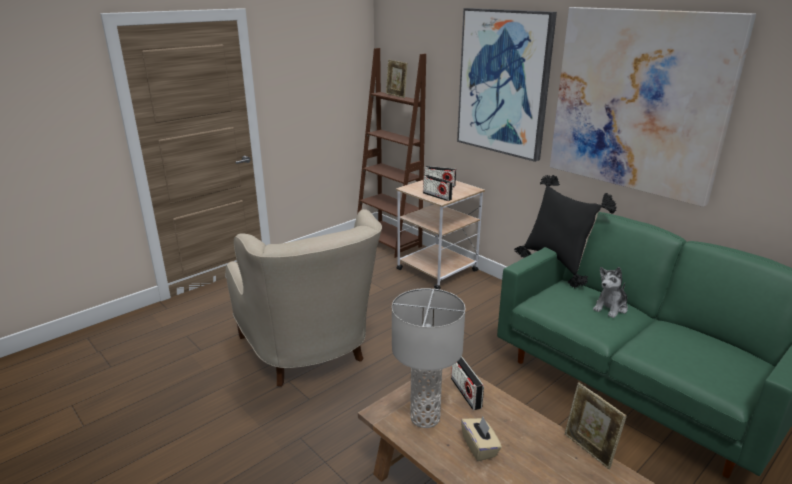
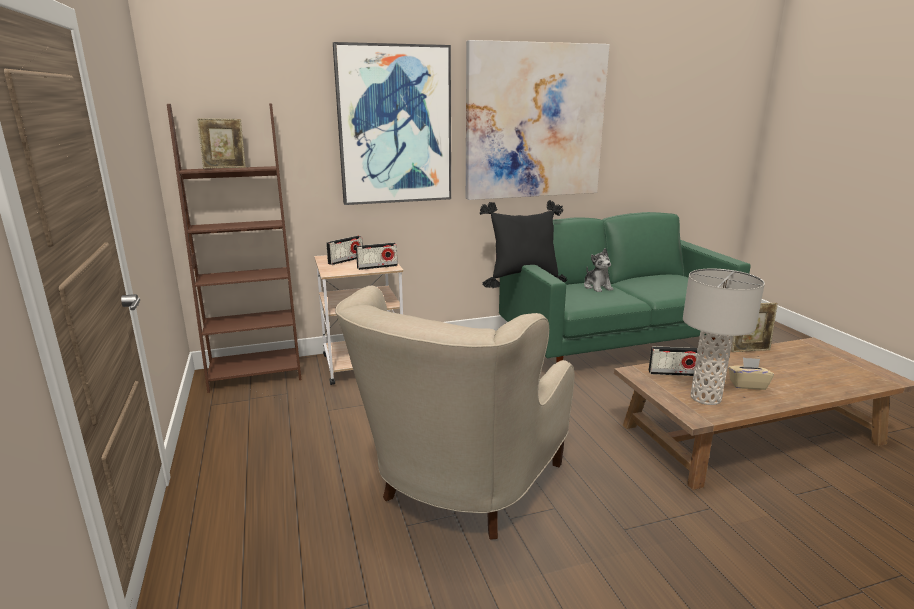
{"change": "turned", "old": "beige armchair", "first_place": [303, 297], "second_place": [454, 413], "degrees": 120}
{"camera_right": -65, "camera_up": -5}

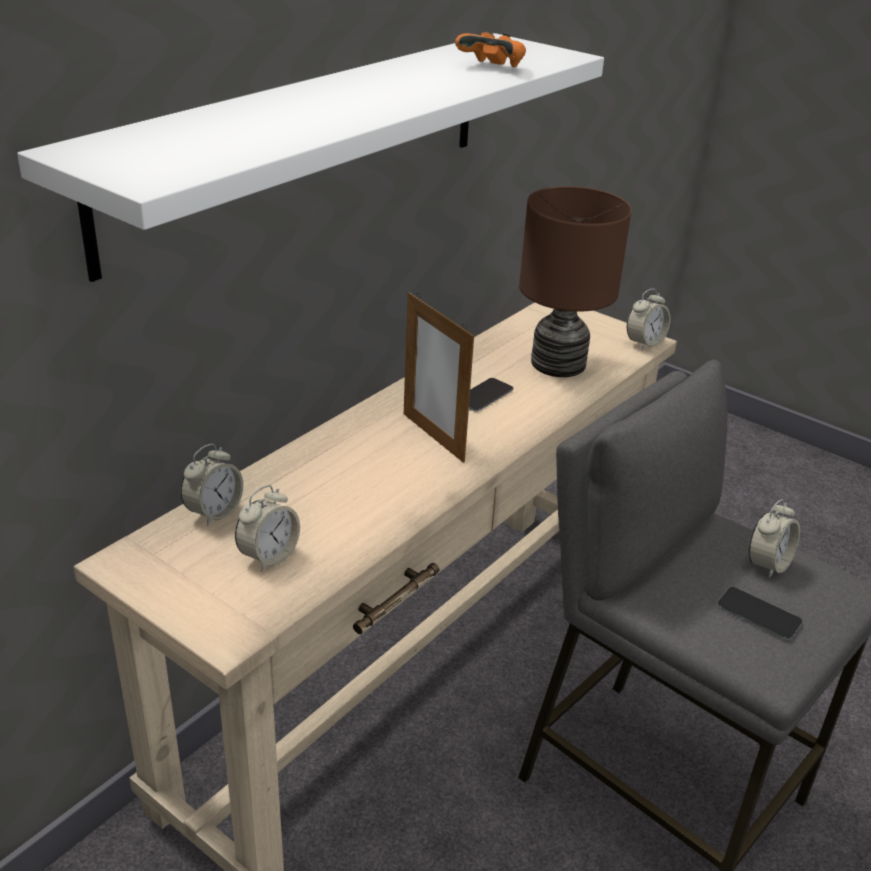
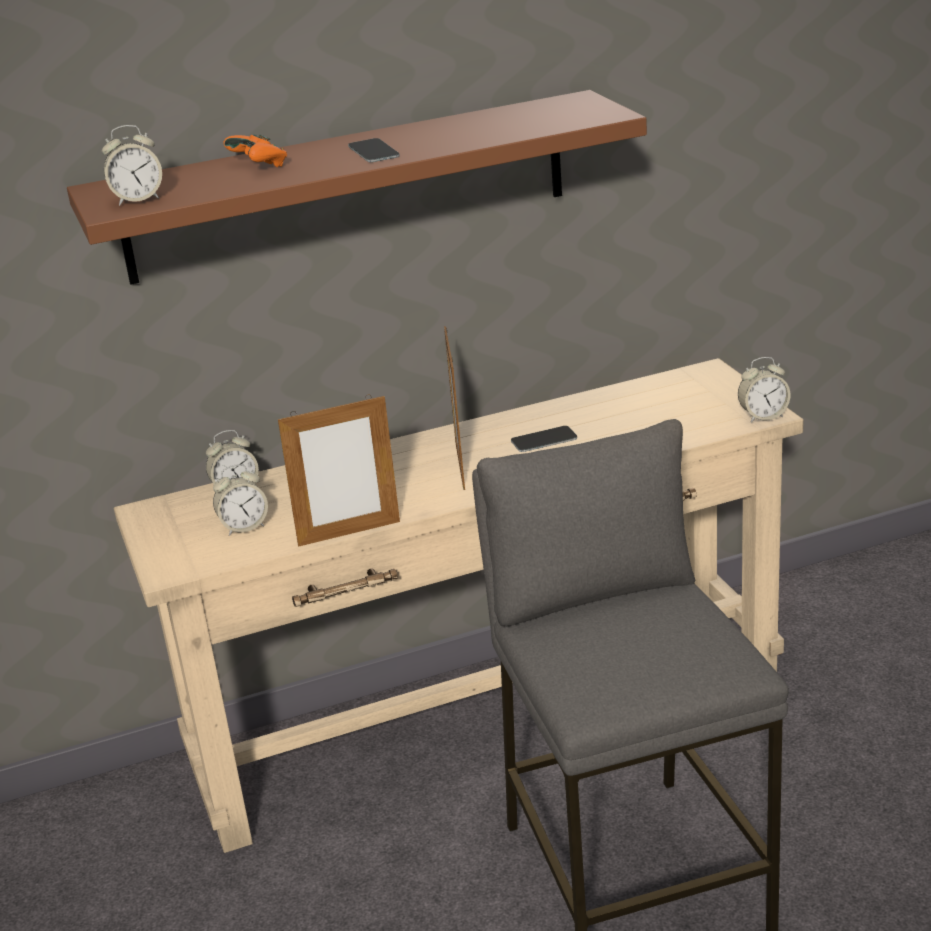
{"change": "removed", "old": "brown-coloured lamp for a table", "first_place": [575, 281]}
{"change": "added", "new": "standing frame", "second_place": [339, 470]}
{"change": "moved", "old": "orange game controller", "first_place": [490, 49], "second_place": [255, 150]}
{"change": "moved", "old": "phone", "first_place": [759, 613], "second_place": [374, 150]}
{"change": "moved", "old": "bedside clock", "first_place": [774, 538], "second_place": [132, 165]}
{"change": "recoloured", "old": "white shelf", "new": "brown-coloured shelf", "first_place": [310, 157], "second_place": [357, 187]}
{"camera_right": 35, "camera_up": -5}

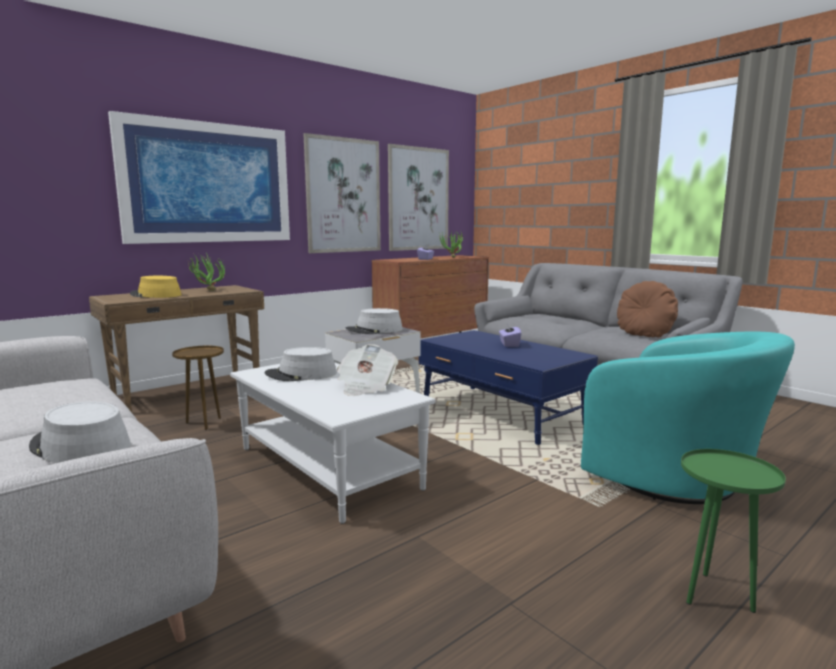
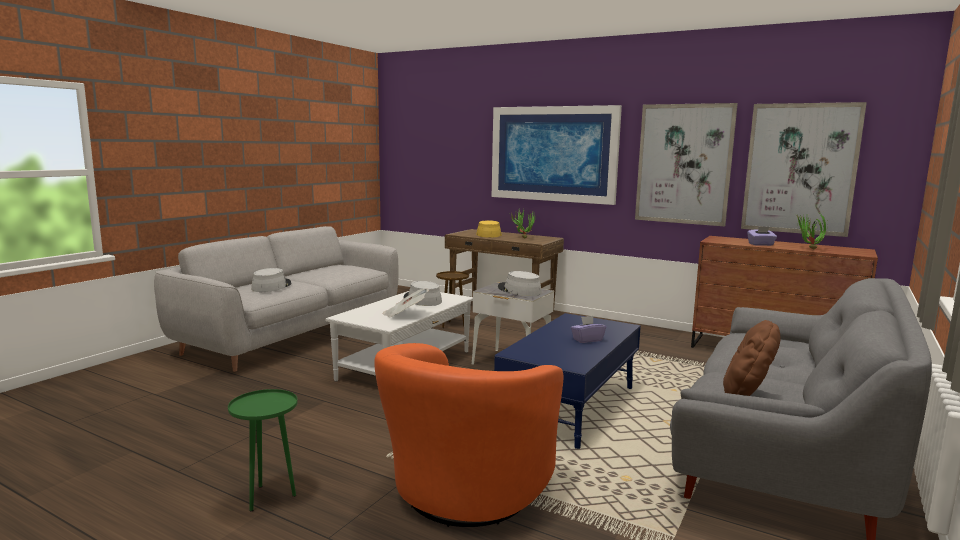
{"change": "recoloured", "old": "turquoise armchair", "new": "orange armchair", "first_place": [688, 418], "second_place": [468, 435]}
{"camera_right": 70, "camera_up": 0}

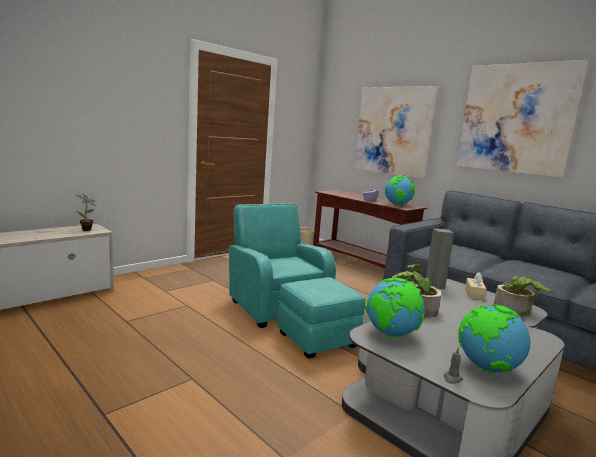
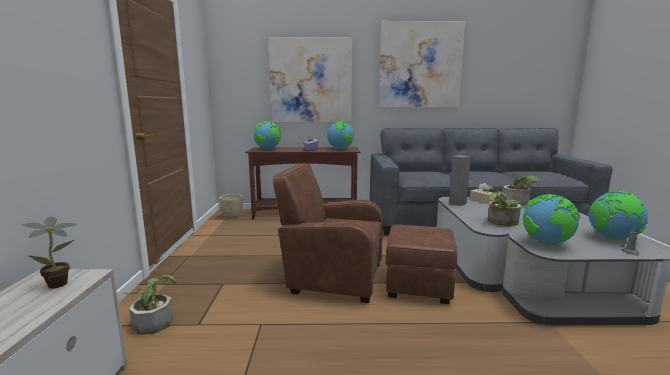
{"change": "added", "new": "plant in a pot", "second_place": [150, 305]}
{"change": "added", "new": "desk globe", "second_place": [267, 135]}
{"change": "recoloured", "old": "turquoise armchair", "new": "brown-coloured armchair", "first_place": [297, 281], "second_place": [365, 233]}
{"camera_right": -45, "camera_up": 0}

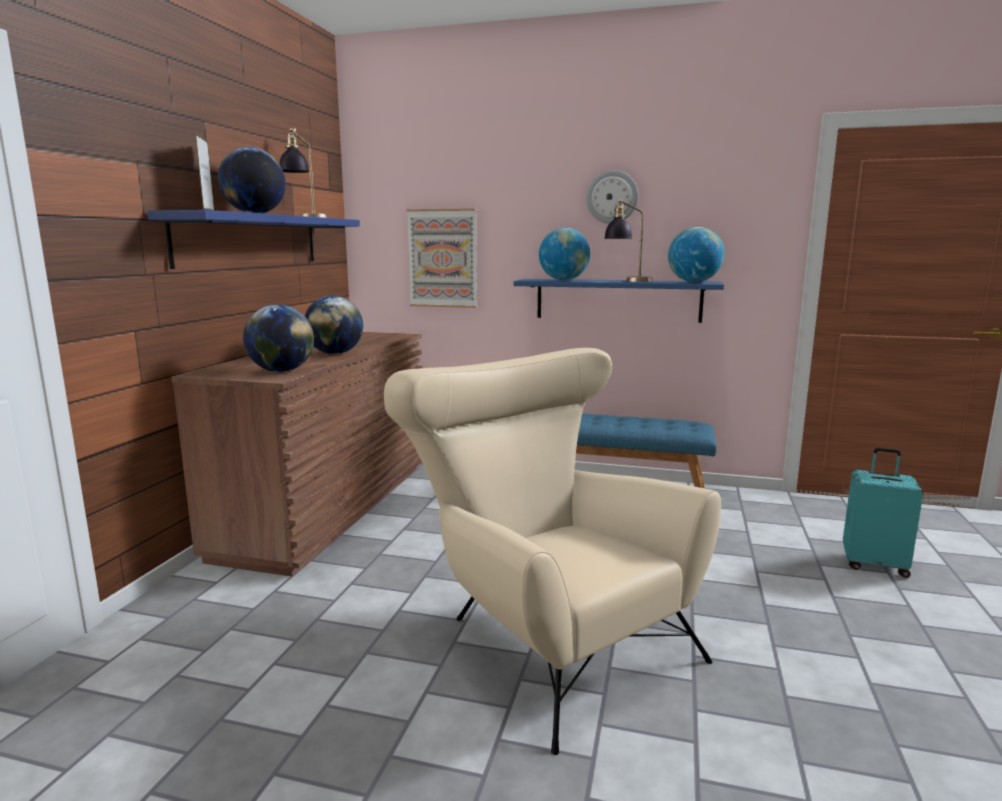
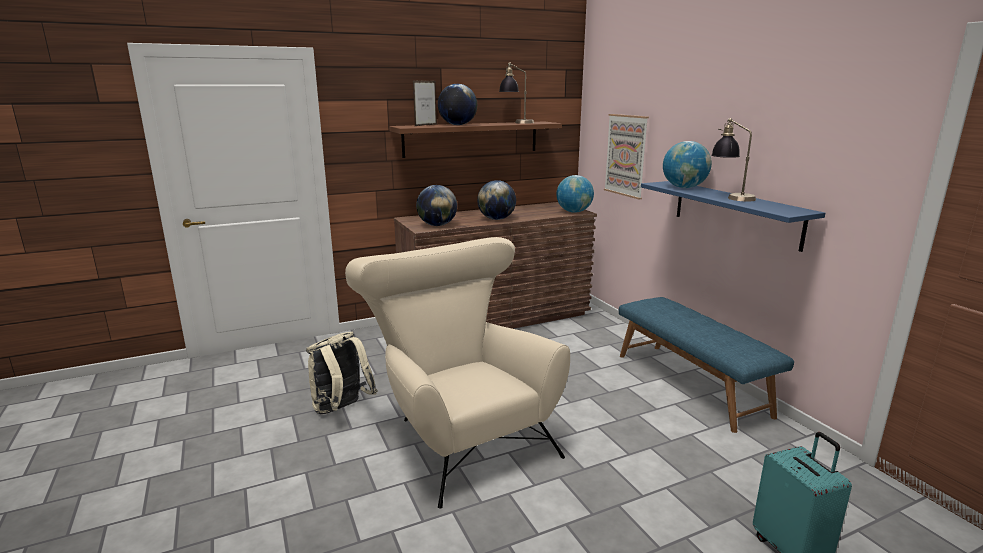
{"change": "removed", "old": "wall clock", "first_place": [612, 197]}
{"change": "added", "new": "beige rucksack", "second_place": [341, 373]}
{"change": "moved", "old": "desk globe", "first_place": [696, 254], "second_place": [575, 194]}
{"change": "recoloured", "old": "blue-coloured shelf", "new": "brown-coloured shelf", "first_place": [253, 239], "second_place": [475, 139]}
{"change": "turned", "old": "beige armchair", "first_place": [552, 551], "second_place": [457, 372], "degrees": -45}
{"camera_right": 50, "camera_up": 5}

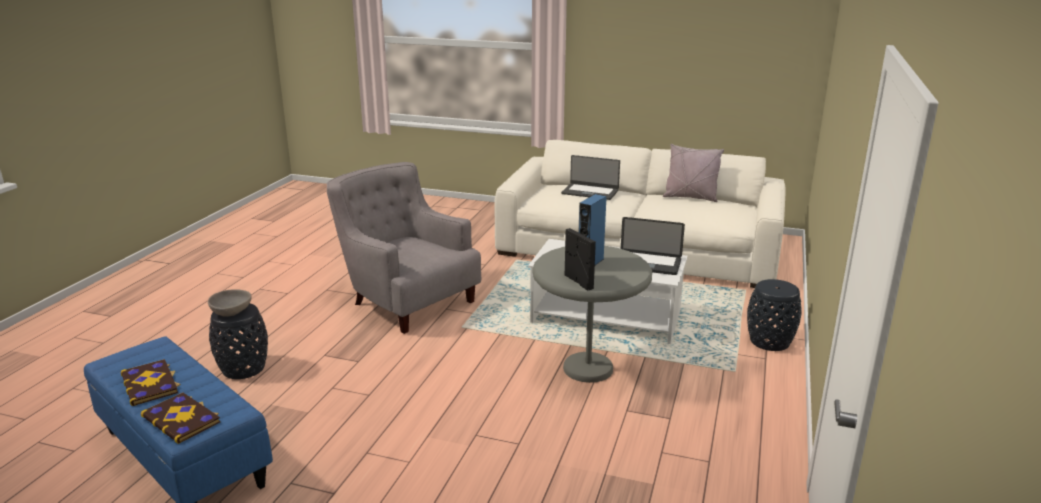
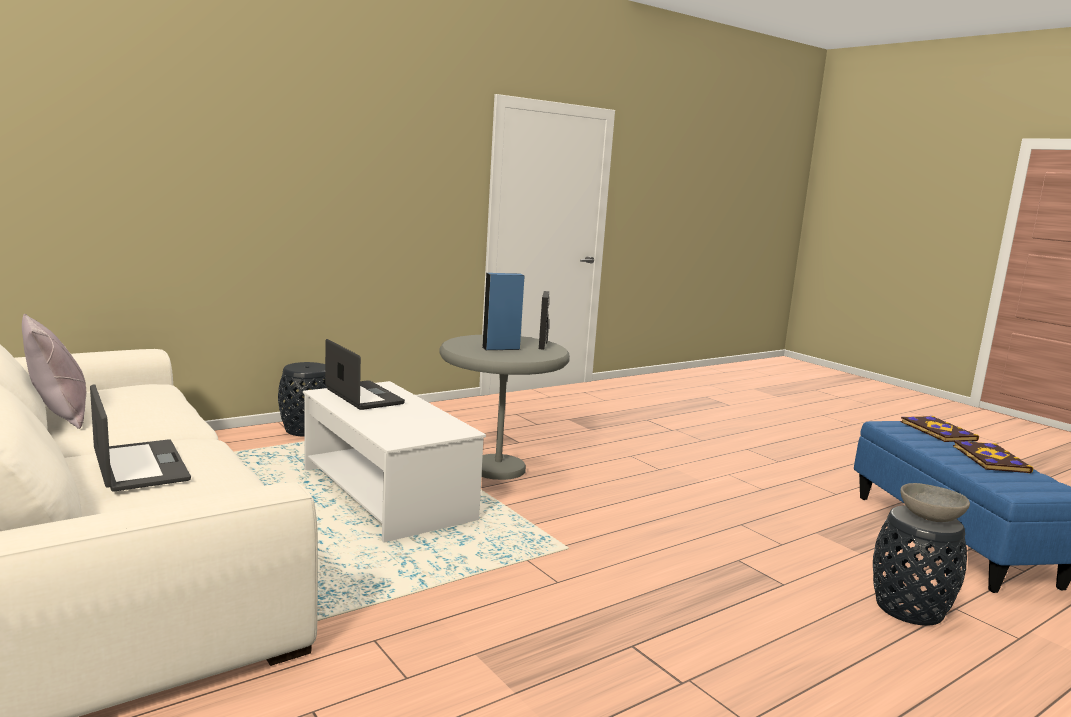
{"change": "removed", "old": "gray armchair", "first_place": [404, 248]}
{"camera_right": -145, "camera_up": -10}

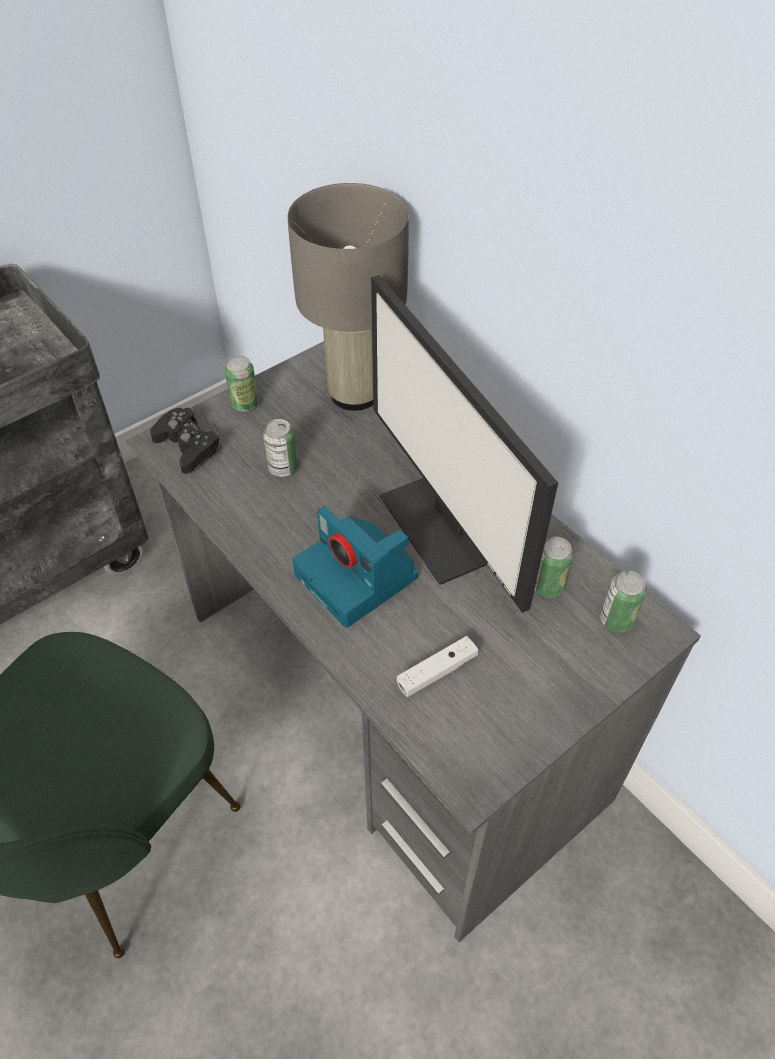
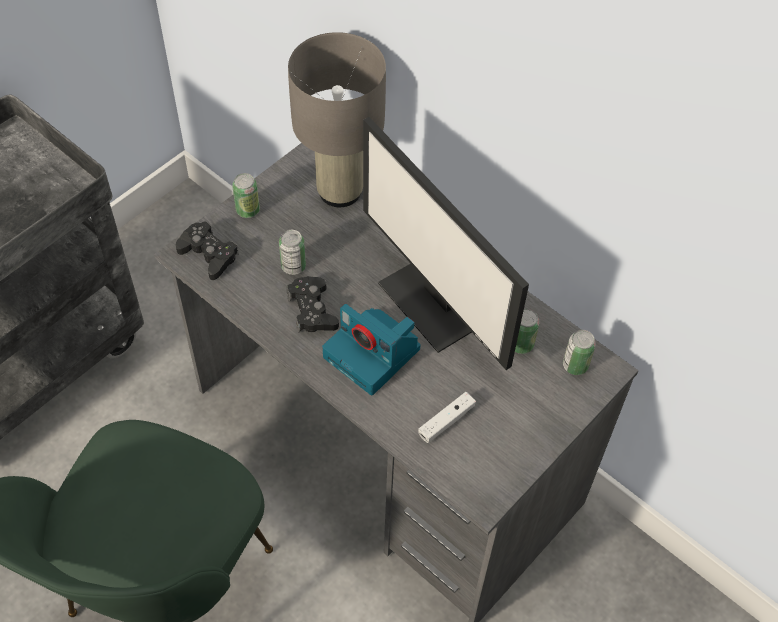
{"change": "added", "new": "blackish game controller", "second_place": [313, 304]}
{"camera_right": -10, "camera_up": 5}

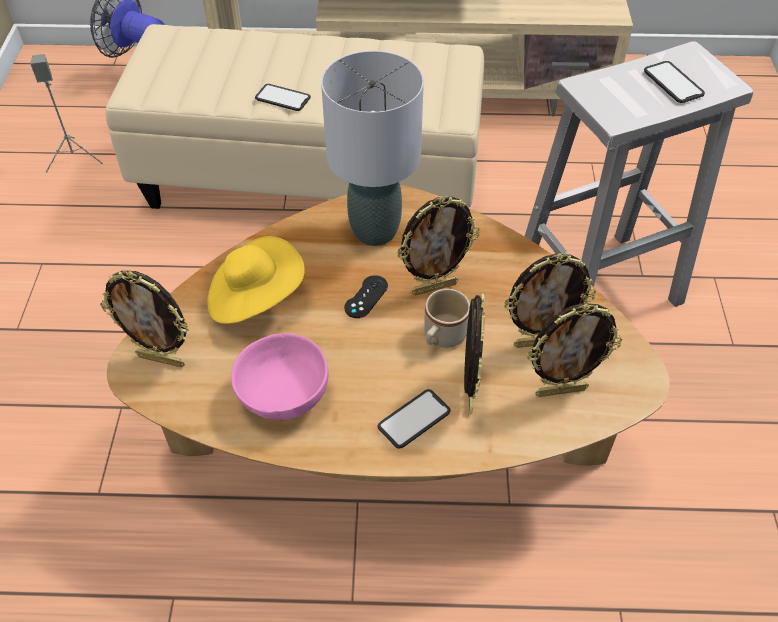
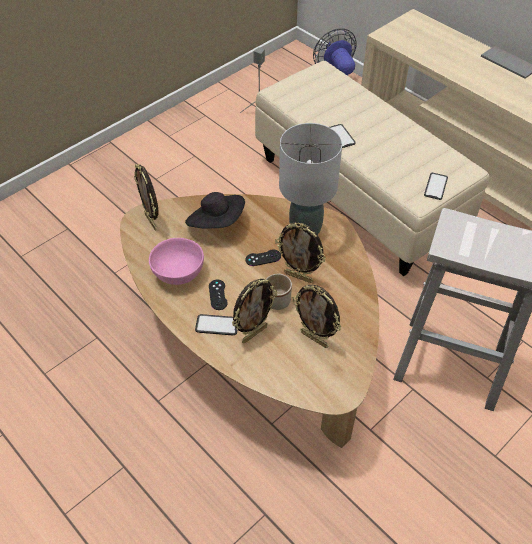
{"change": "removed", "old": "standing frame", "first_place": [574, 350]}
{"change": "added", "new": "blackish game controller", "second_place": [218, 295]}
{"change": "moved", "old": "phone", "first_place": [674, 82], "second_place": [436, 186]}
{"change": "recoloured", "old": "yellow clothing hat", "new": "blackish clothing hat", "first_place": [256, 280], "second_place": [215, 210]}
{"camera_right": 45, "camera_up": 0}

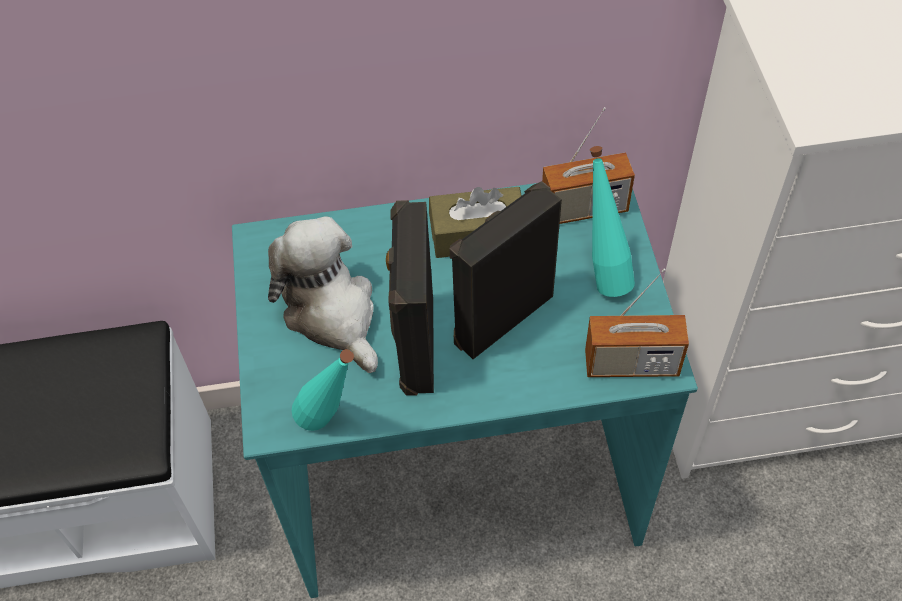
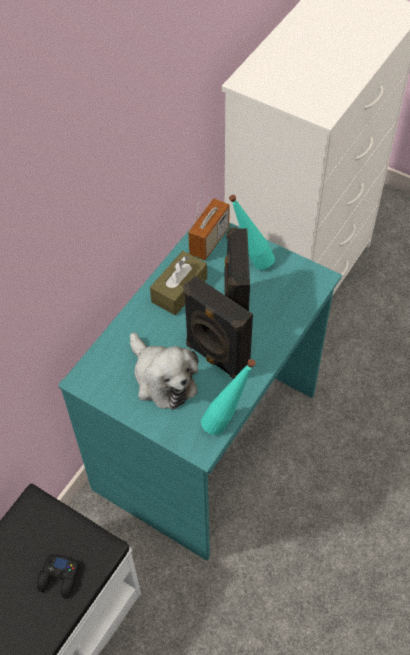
{"change": "removed", "old": "radio set", "first_place": [637, 323]}
{"change": "added", "new": "blackish game controller", "second_place": [58, 576]}
{"change": "turned", "old": "cuddly toy", "first_place": [323, 294], "second_place": [164, 371], "degrees": -135}
{"camera_right": -50, "camera_up": 0}

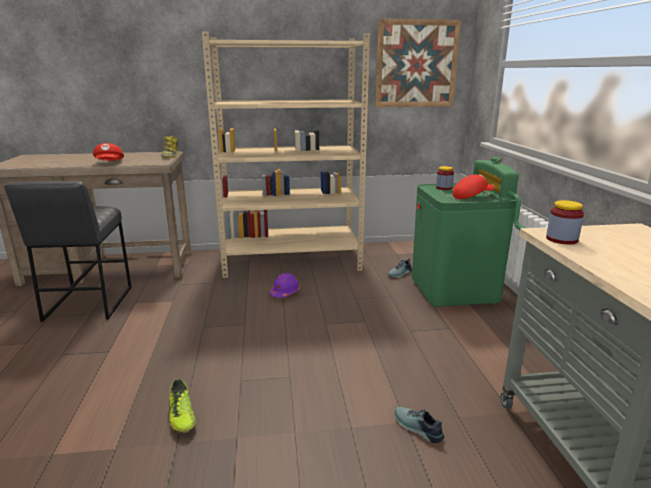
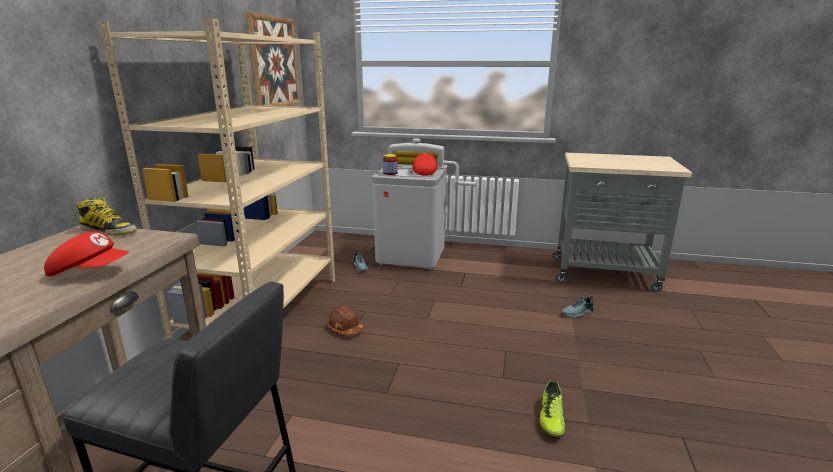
{"change": "removed", "old": "storage jar", "first_place": [565, 222]}
{"change": "recoloured", "old": "purple-coloured work helmet", "new": "brown-coloured work helmet", "first_place": [284, 285], "second_place": [345, 321]}
{"change": "recoloured", "old": "green-coloured laundry machine", "new": "gray laundry machine", "first_place": [469, 232], "second_place": [424, 204]}
{"change": "turned", "old": "shoe", "first_place": [182, 406], "second_place": [552, 409], "degrees": 105}
{"camera_right": -70, "camera_up": 0}

